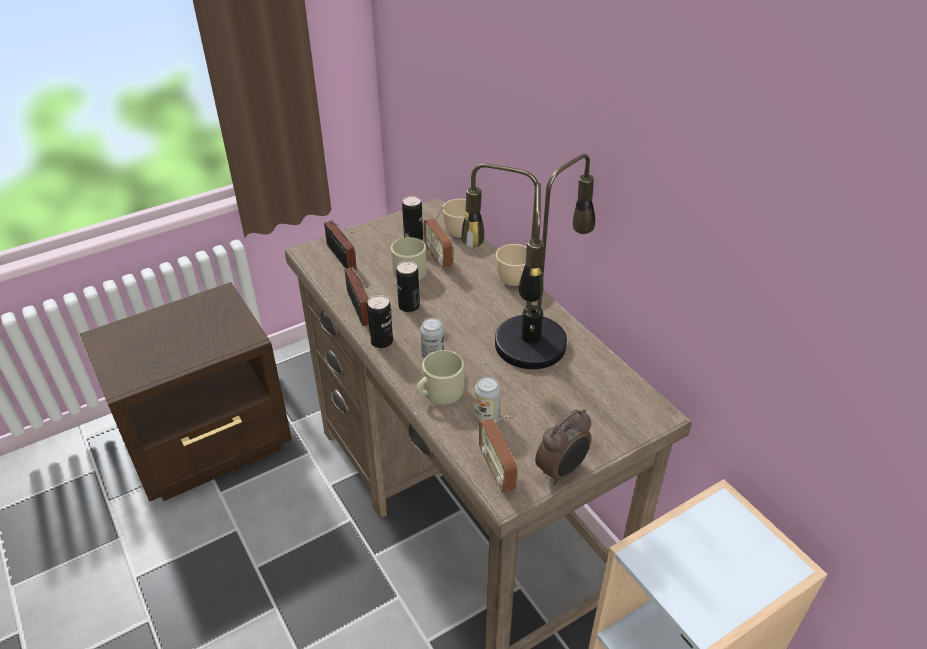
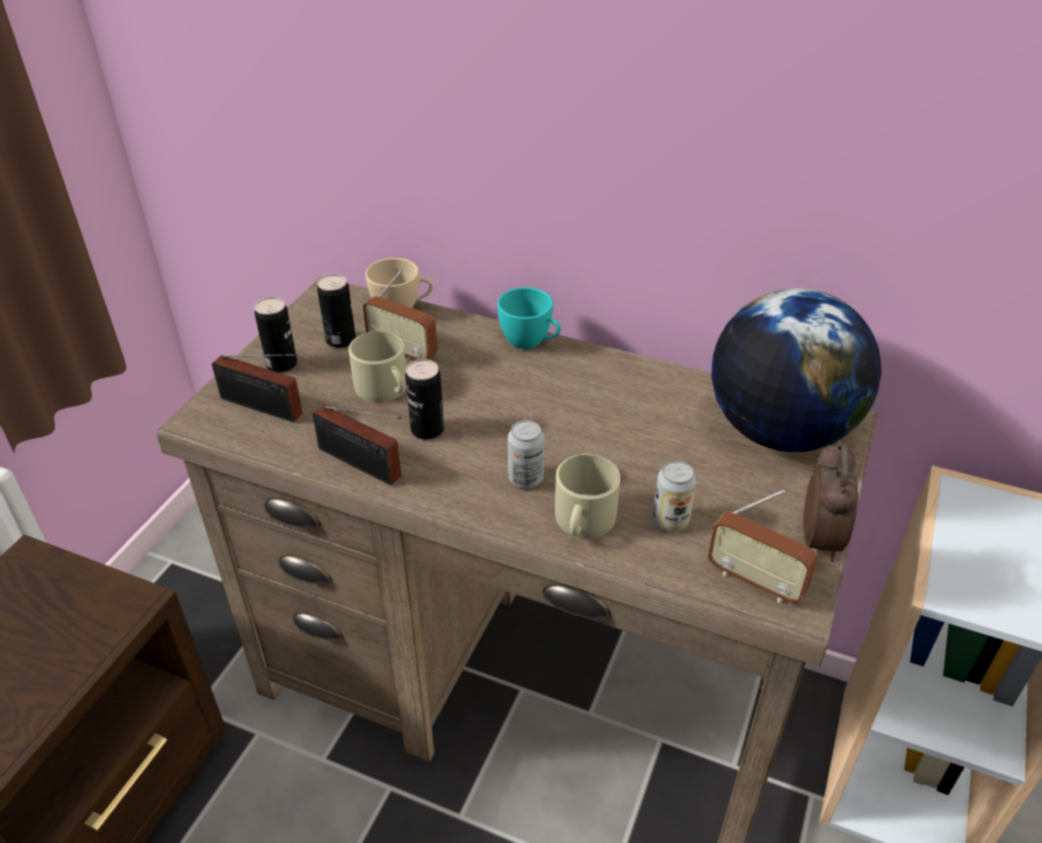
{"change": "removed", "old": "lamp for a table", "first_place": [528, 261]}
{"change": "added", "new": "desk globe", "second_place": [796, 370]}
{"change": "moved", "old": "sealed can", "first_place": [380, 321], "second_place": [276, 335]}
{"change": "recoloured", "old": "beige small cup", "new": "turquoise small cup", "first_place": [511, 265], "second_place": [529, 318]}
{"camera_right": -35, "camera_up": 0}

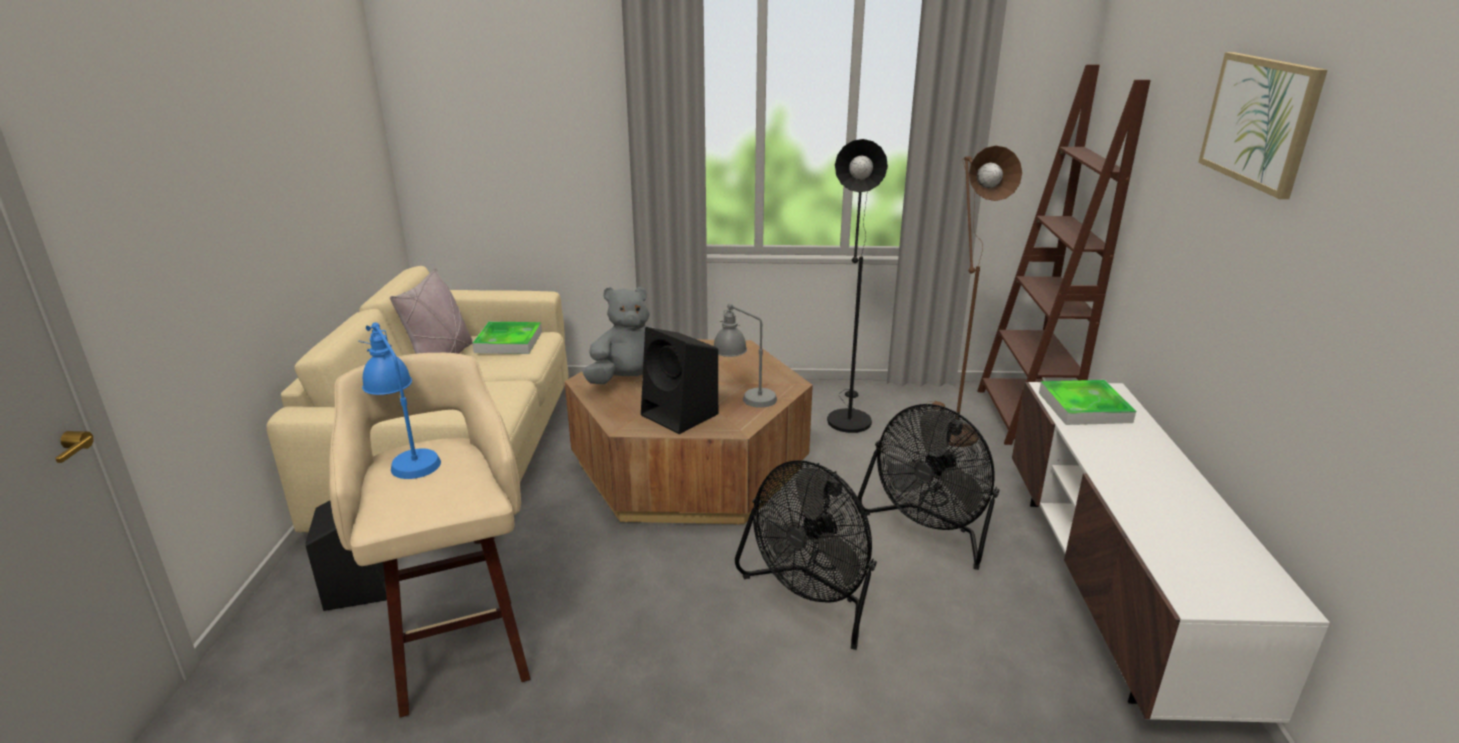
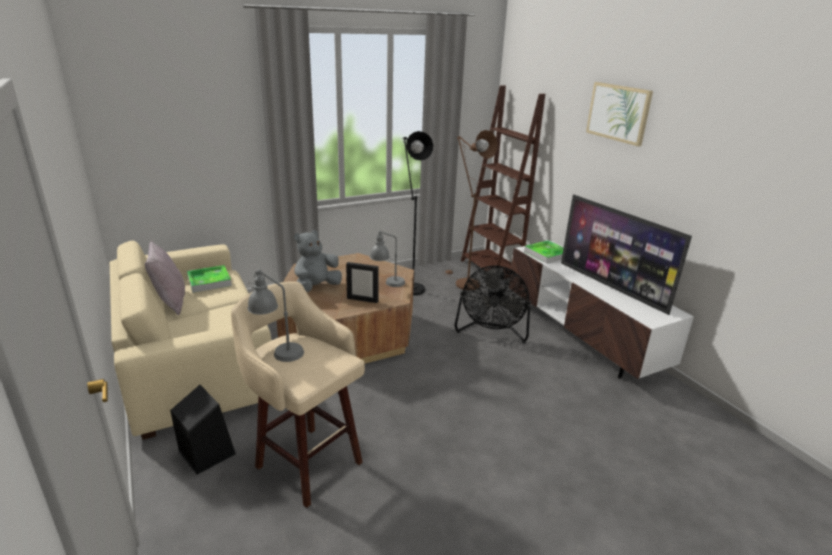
{"change": "removed", "old": "blackish fan", "first_place": [806, 555]}
{"change": "added", "new": "television", "second_place": [626, 254]}
{"change": "replaced", "old": "blackish loudspeaker", "new": "standing frame", "first_place": [679, 380], "second_place": [362, 282]}
{"change": "recoloured", "old": "blue-coloured lamp for a table", "new": "gray lamp for a table", "first_place": [399, 400], "second_place": [275, 315]}
{"camera_right": -30, "camera_up": 0}

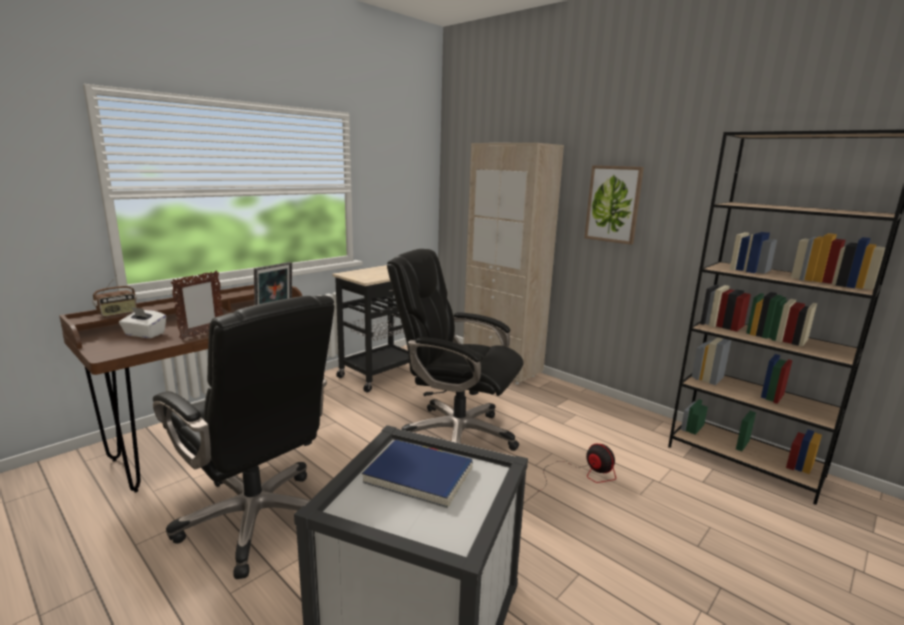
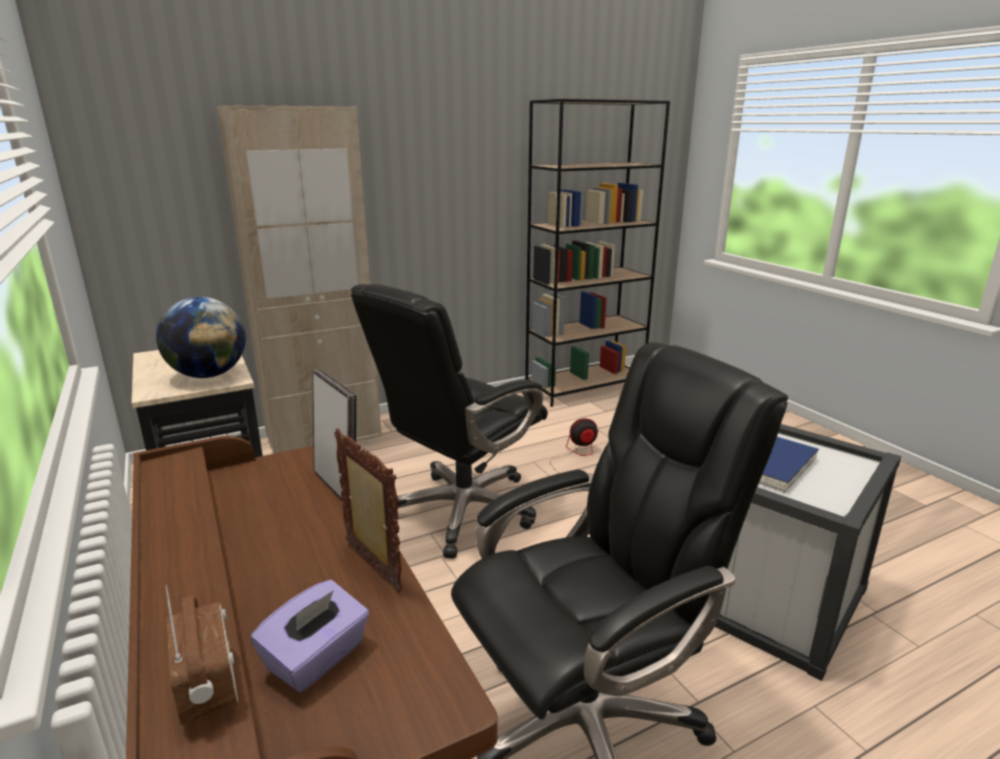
{"change": "removed", "old": "picture", "first_place": [614, 205]}
{"change": "added", "new": "desk globe", "second_place": [201, 337]}
{"change": "recoloured", "old": "white tissue holder", "new": "purple-coloured tissue holder", "first_place": [142, 322], "second_place": [310, 635]}
{"camera_right": -70, "camera_up": 5}

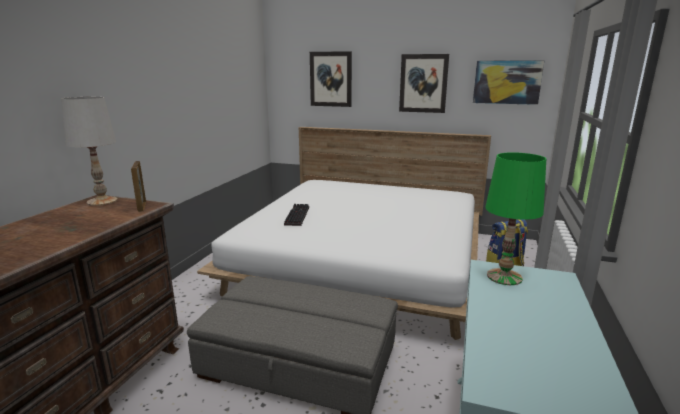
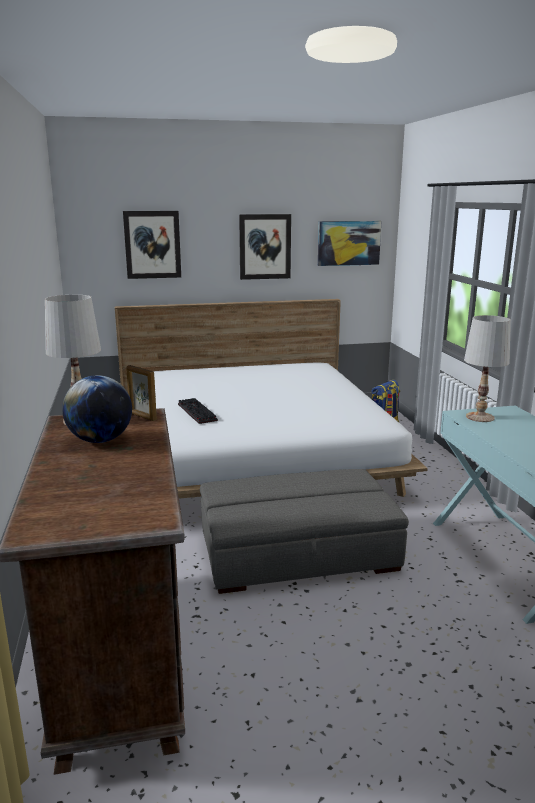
{"change": "added", "new": "desk globe", "second_place": [97, 409]}
{"change": "recoloured", "old": "green-coloured lamp for a table", "new": "white lamp for a table", "first_place": [515, 218], "second_place": [487, 368]}
{"camera_right": -30, "camera_up": 0}

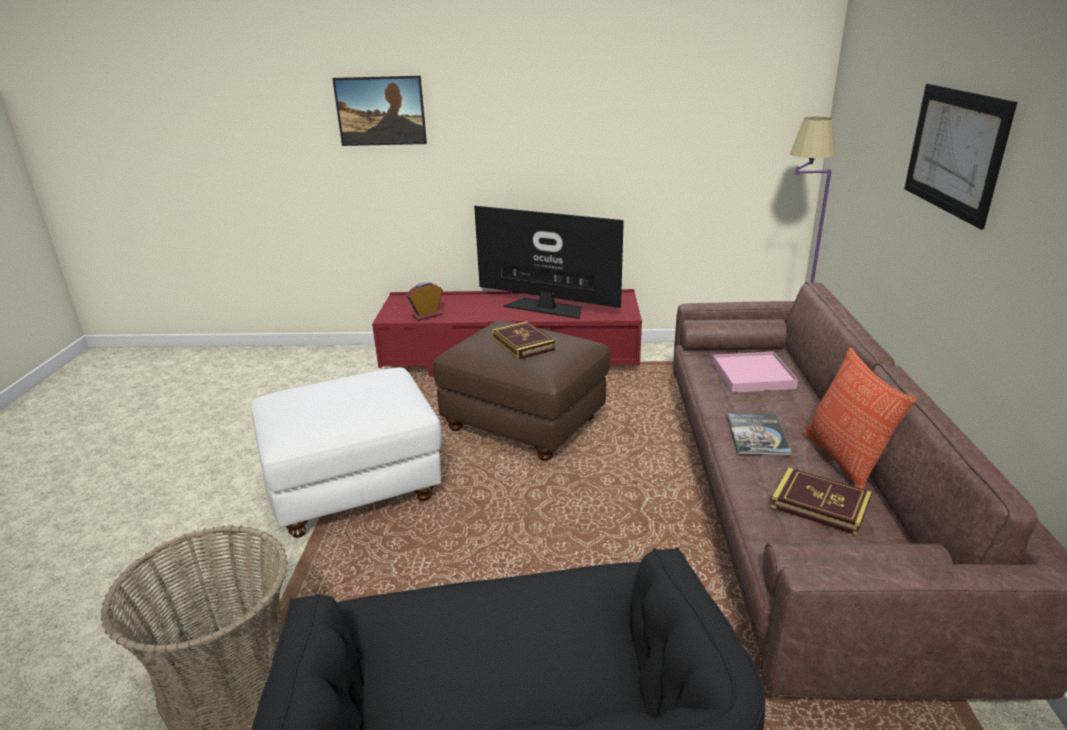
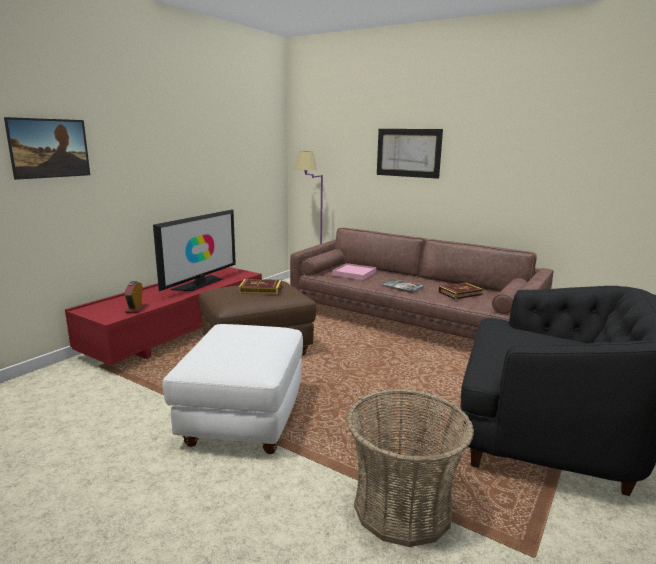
{"change": "removed", "old": "orange cushion", "first_place": [859, 418]}
{"change": "turned", "old": "television", "first_place": [549, 262], "second_place": [194, 250], "degrees": 150}
{"camera_right": -60, "camera_up": -10}

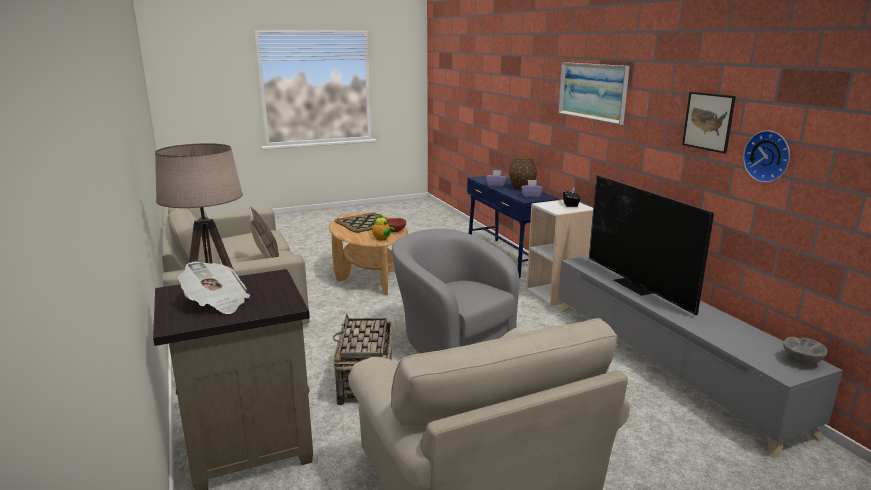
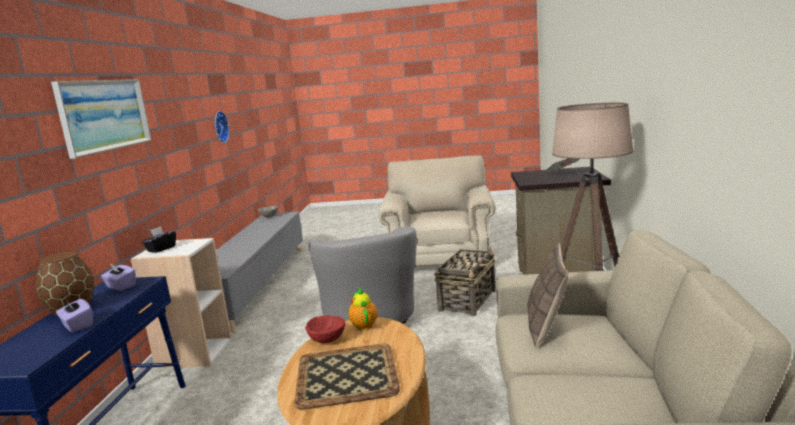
{"change": "removed", "old": "television", "first_place": [651, 245]}
{"change": "removed", "old": "picture", "first_place": [709, 123]}
{"camera_right": -150, "camera_up": -5}

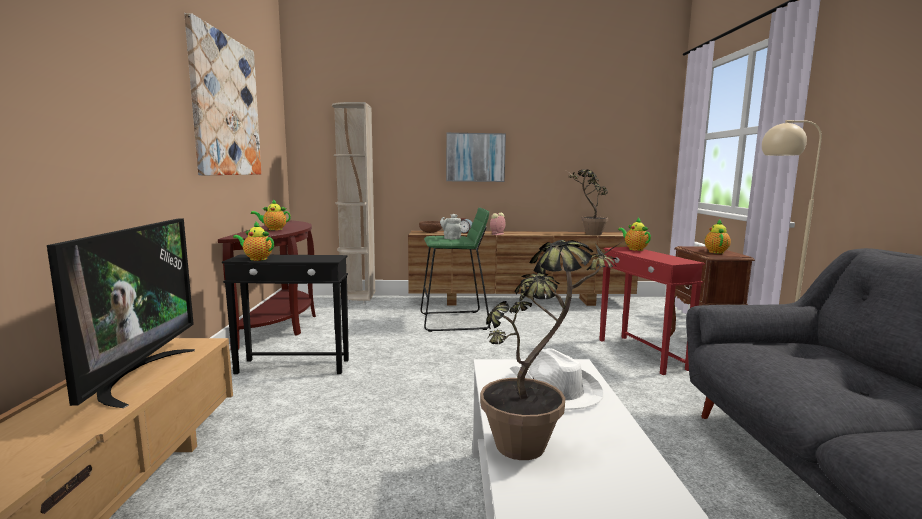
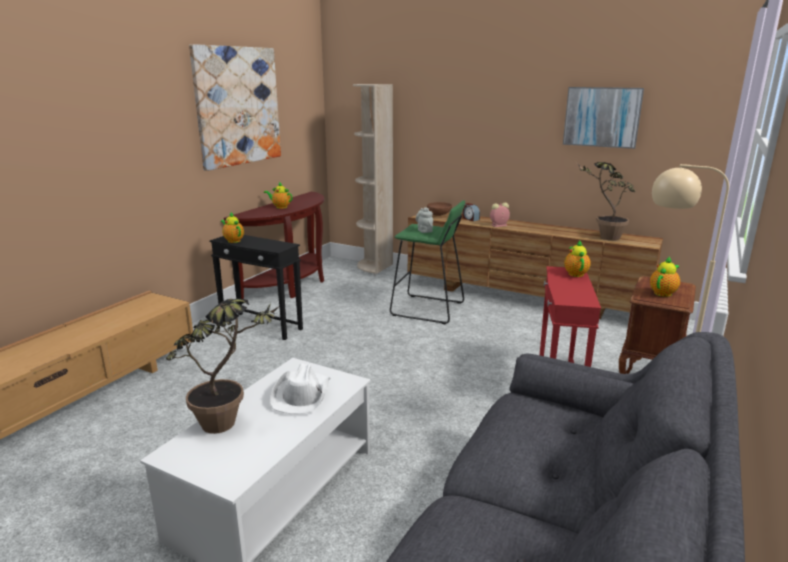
{"change": "removed", "old": "television", "first_place": [121, 313]}
{"change": "moved", "old": "picture", "first_place": [476, 157], "second_place": [603, 118]}
{"camera_right": 30, "camera_up": 10}

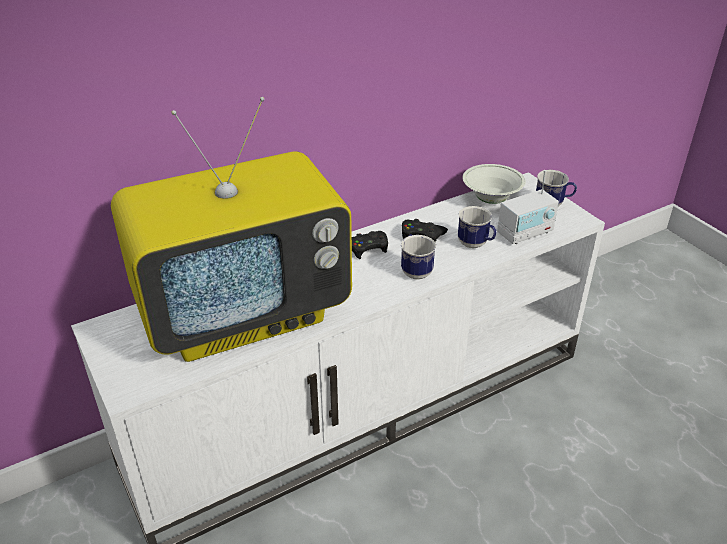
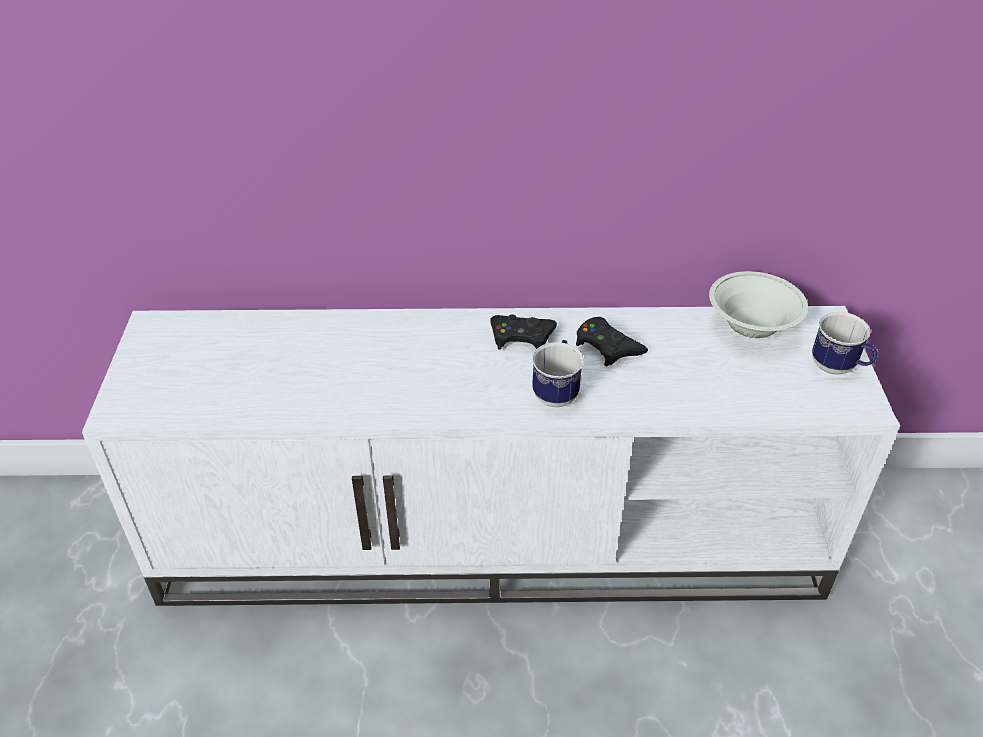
{"change": "removed", "old": "television", "first_place": [231, 229]}
{"change": "removed", "old": "mug", "first_place": [477, 227]}
{"change": "removed", "old": "radio set", "first_place": [528, 207]}
{"camera_right": 30, "camera_up": 5}

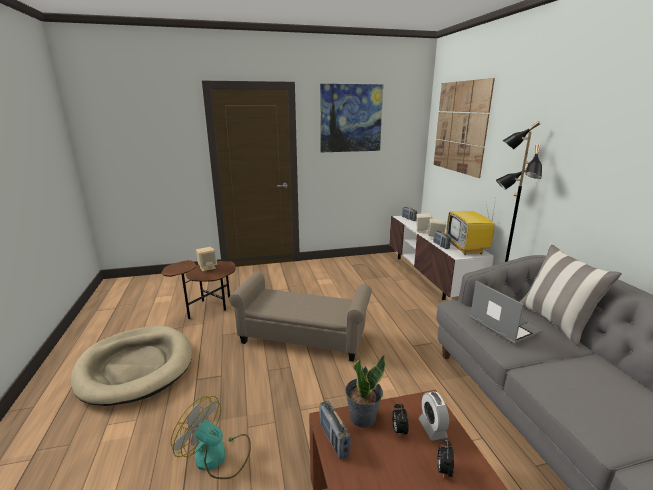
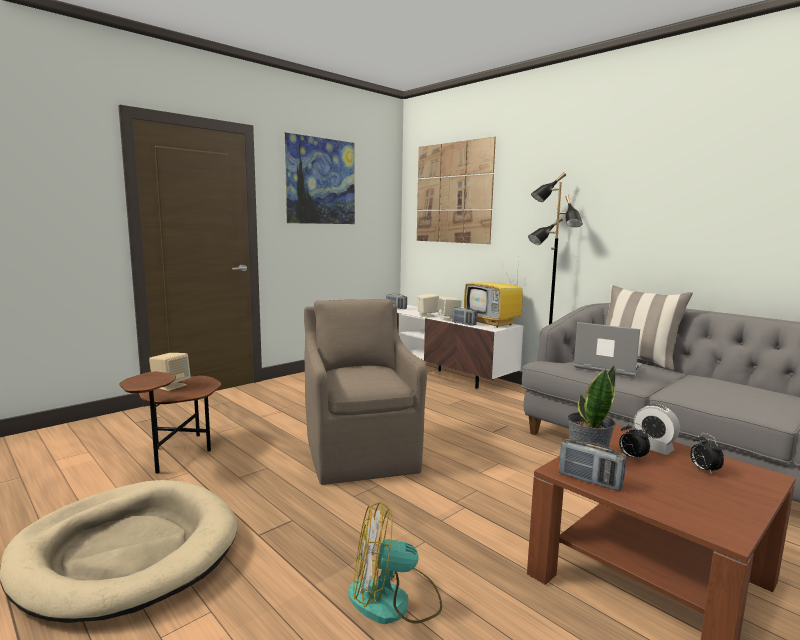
{"change": "replaced", "old": "beige pouffe", "new": "brown-coloured armchair", "first_place": [300, 317], "second_place": [365, 392]}
{"camera_right": -30, "camera_up": -10}

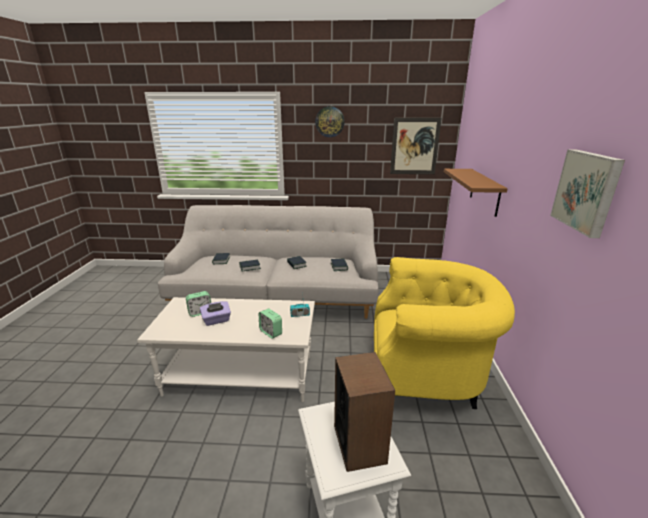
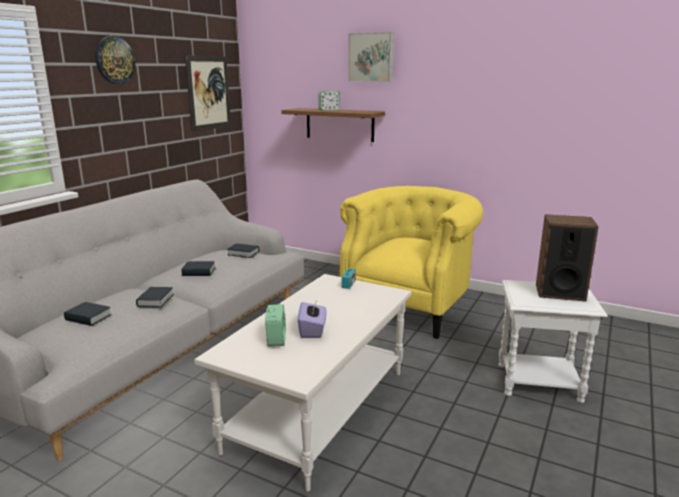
{"change": "moved", "old": "bedside clock", "first_place": [270, 323], "second_place": [329, 101]}
{"change": "moved", "old": "picture", "first_place": [587, 193], "second_place": [370, 57]}
{"camera_right": -65, "camera_up": -5}

